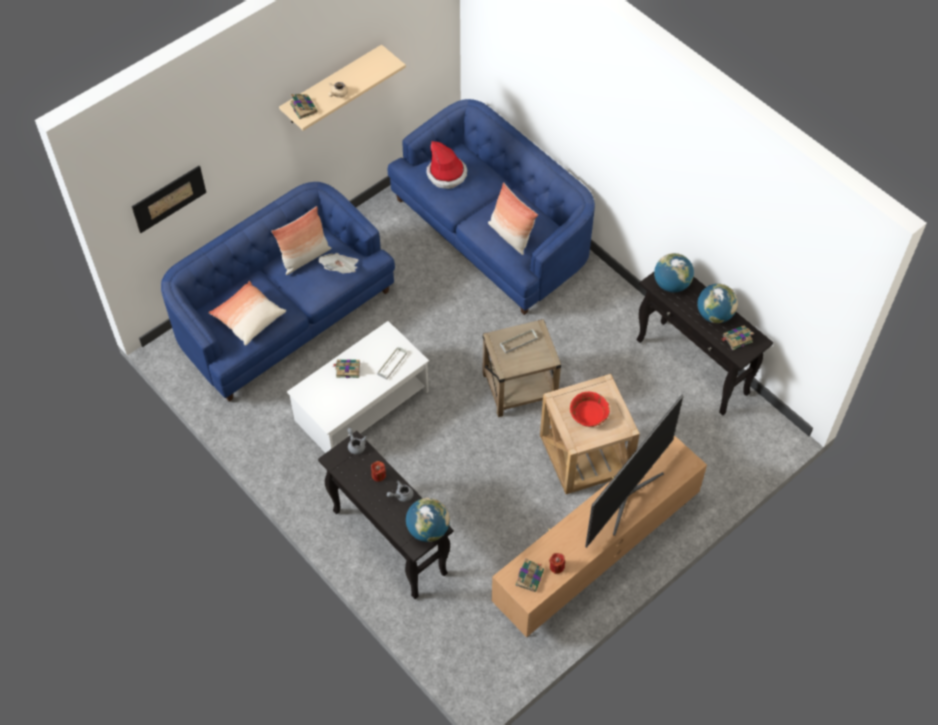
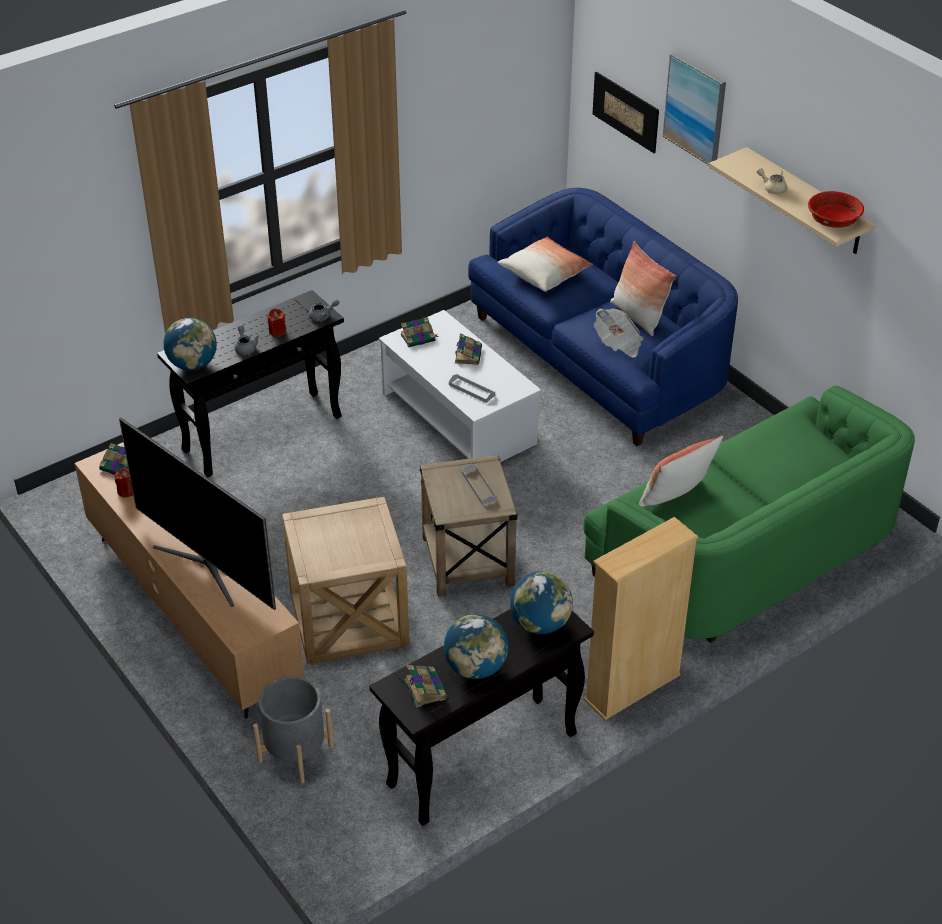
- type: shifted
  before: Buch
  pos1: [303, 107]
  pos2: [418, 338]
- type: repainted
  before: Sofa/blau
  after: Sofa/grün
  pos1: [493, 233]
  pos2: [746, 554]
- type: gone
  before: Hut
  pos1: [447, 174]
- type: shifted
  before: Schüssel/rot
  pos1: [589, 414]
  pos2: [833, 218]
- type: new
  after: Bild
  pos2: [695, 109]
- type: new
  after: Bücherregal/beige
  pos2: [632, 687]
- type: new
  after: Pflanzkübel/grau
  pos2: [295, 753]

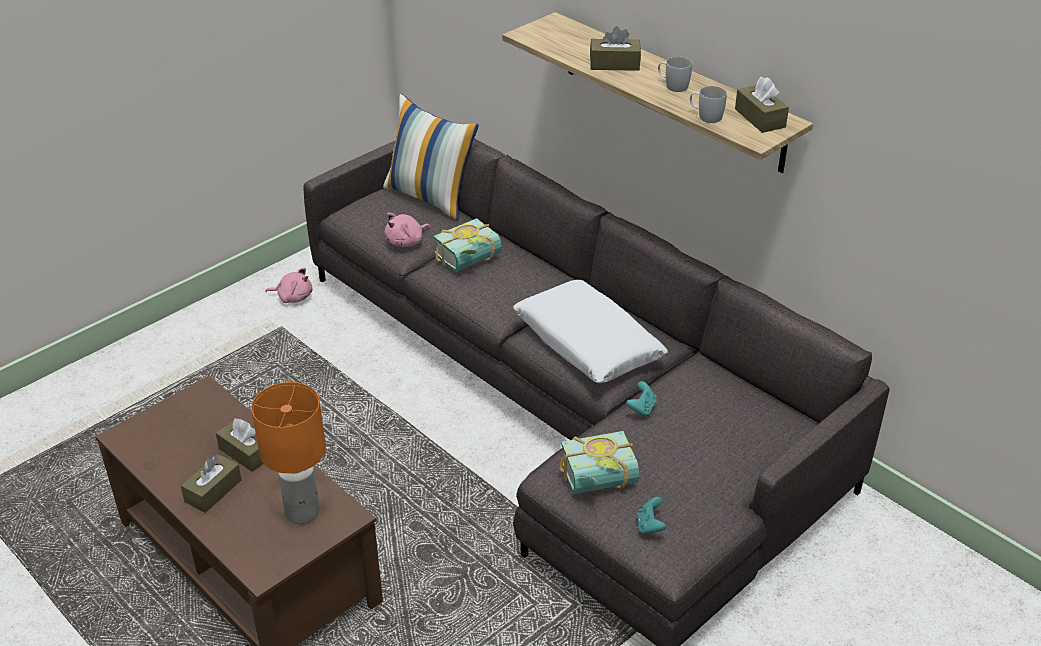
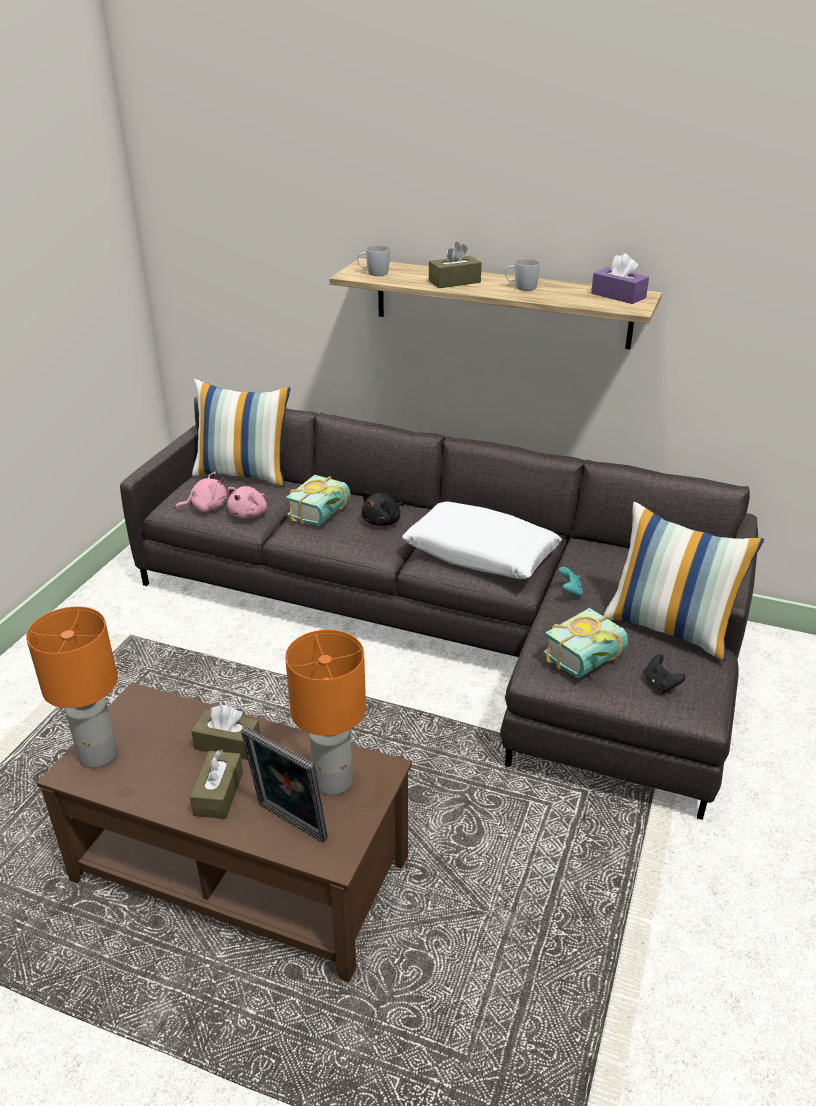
- type: repainted
  before: Taschentuchbox/braun
  after: Taschentuchbox/lila
  pos1: [760, 118]
  pos2: [618, 295]
- type: shifted
  before: Henkelbecher/weiß
  pos1: [705, 116]
  pos2: [373, 273]
- type: shifted
  before: Plüschtier/rosa
  pos1: [293, 297]
  pos2: [207, 507]
- type: repainted
  before: Gamepad/türkis
  after: Gamepad/schwarz
  pos1: [650, 526]
  pos2: [660, 684]
- type: new
  after: Plüschtier/schwarz
  pos2: [383, 521]
- type: new
  after: Kissen
  pos2: [669, 628]
- type: new
  after: Tischlampe/orange
  pos2: [99, 755]
- type: new
  after: Bilderrahmen
  pos2: [289, 824]

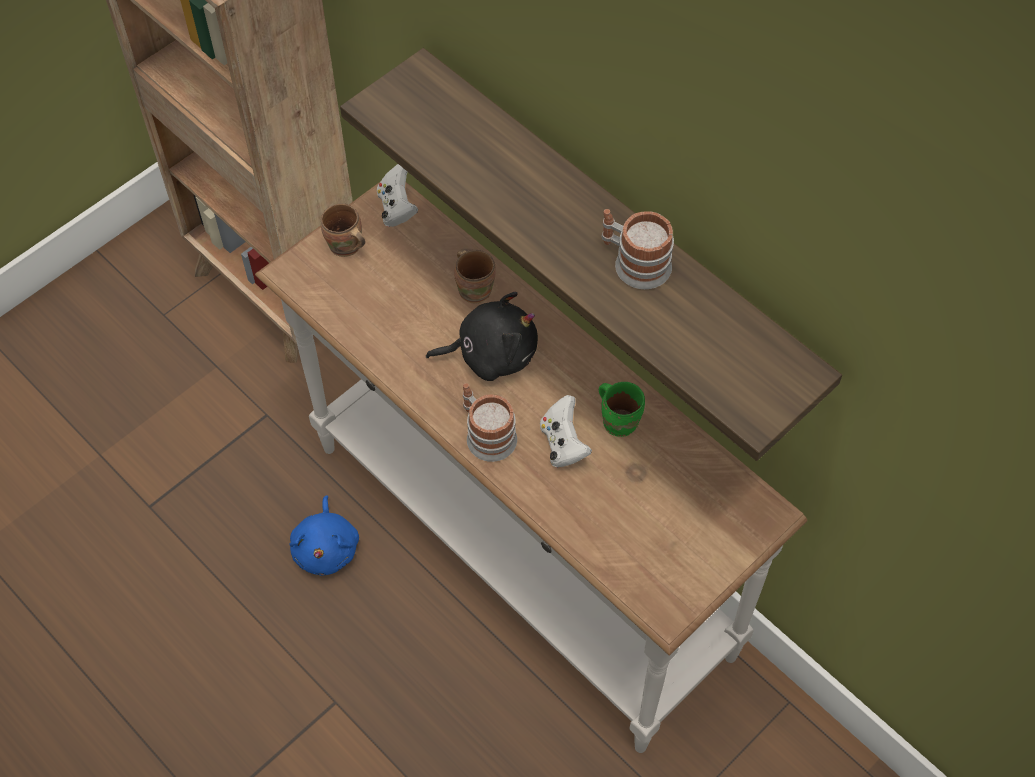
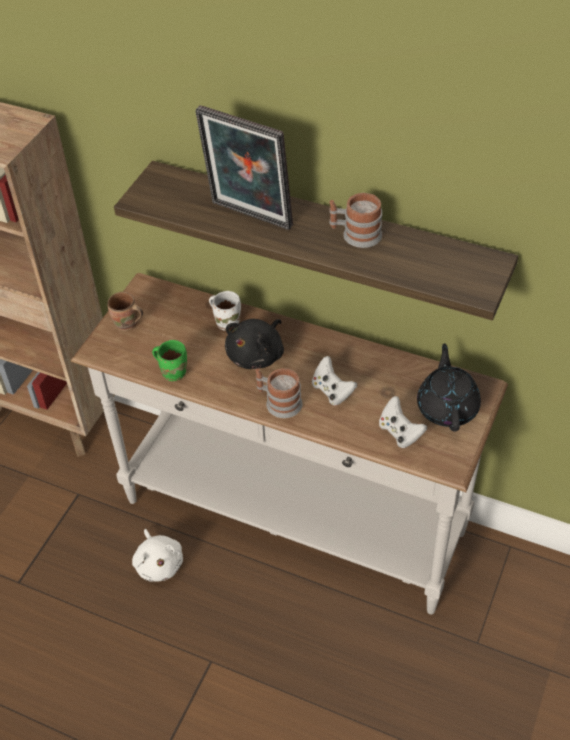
- type: shifted
  before: Gamepad/weiß
  pos1: [397, 208]
  pos2: [400, 432]
- type: repainted
  before: Henkelbecher/braun
  after: Henkelbecher/weiß
  pos1: [475, 289]
  pos2: [227, 321]
- type: rotated
  before: Plüschtier/schwarz
  pos1: [491, 353]
  pos2: [257, 355]
  turn: 150
- type: shifted
  before: Henkelbecher/grün
  pos1: [620, 420]
  pos2: [173, 371]
- type: repainted
  before: Plüschtier/blau
  after: Plüschtier/weiß
  pos1: [326, 548]
  pos2: [159, 563]
- type: new
  after: Bilderrahmen
  pos2: [249, 217]
- type: new
  after: Teekanne/schwarz
  pos2: [447, 407]

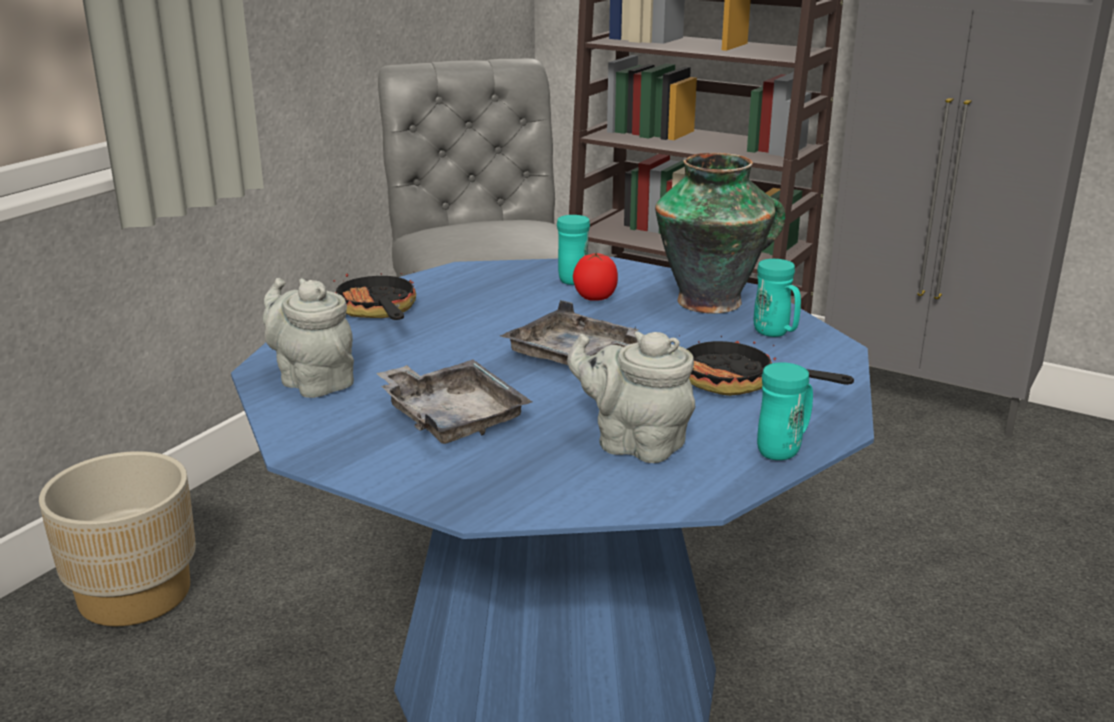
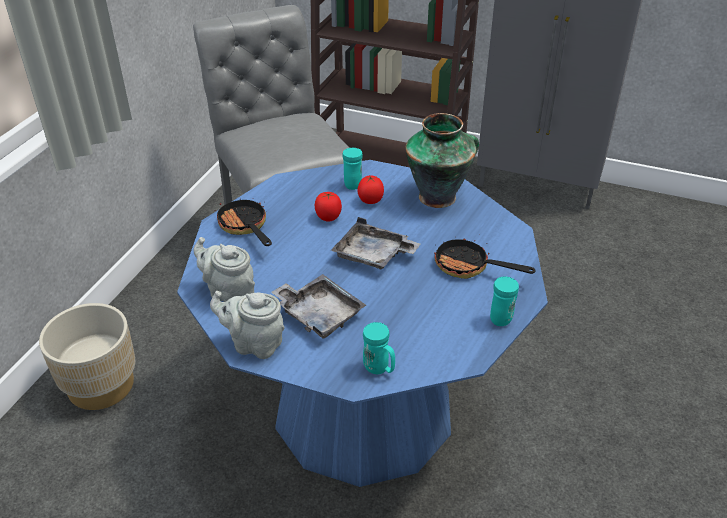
- type: shifted
  before: Henkelbecher/türkis
  pos1: [775, 334]
  pos2: [379, 369]
- type: shifted
  before: Teekanne/grau
  pos1: [634, 444]
  pos2: [254, 344]
- type: new
  after: Tomate
  pos2: [328, 217]

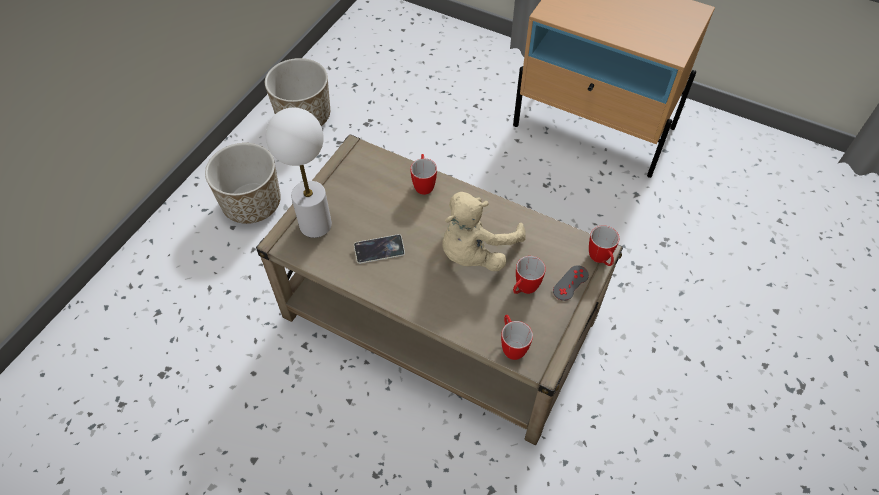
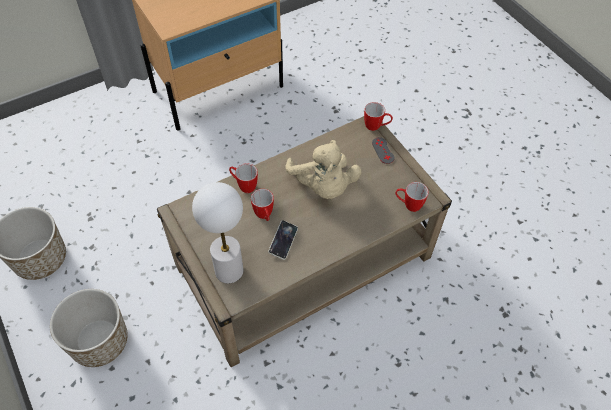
- type: shifted
  before: Henkelbecher
  pos1: [523, 289]
  pos2: [264, 216]

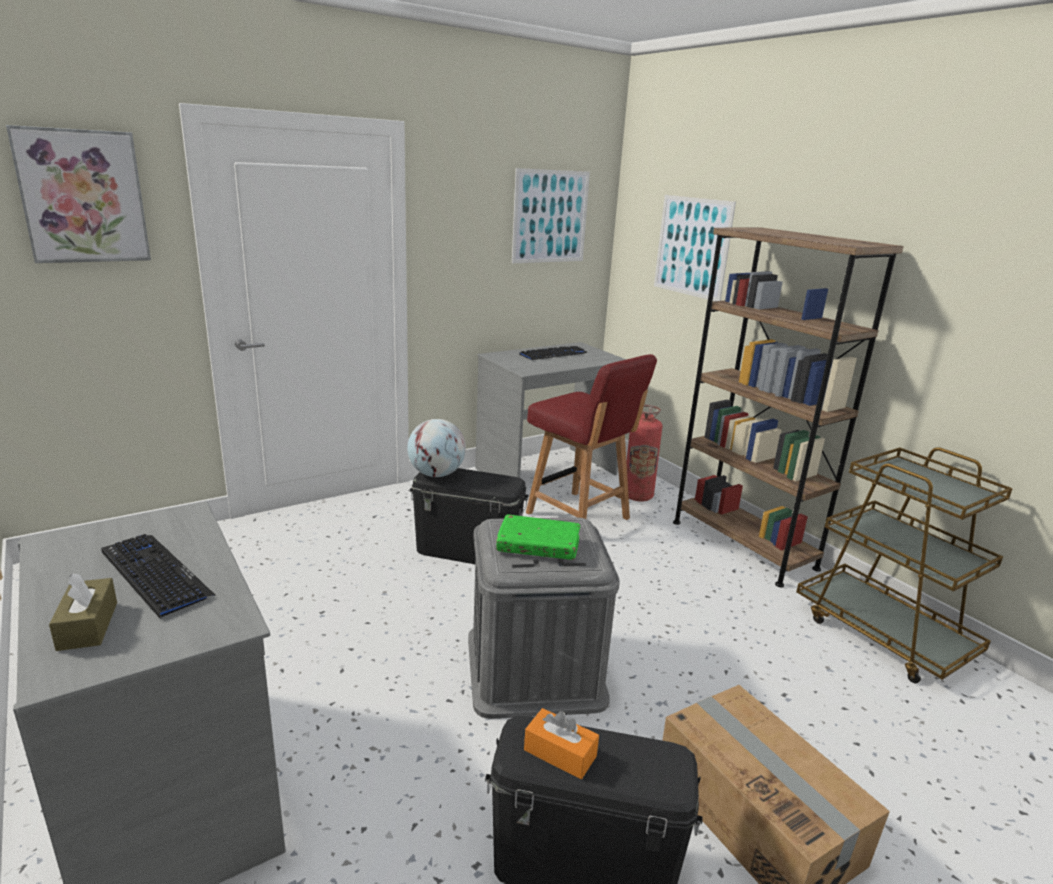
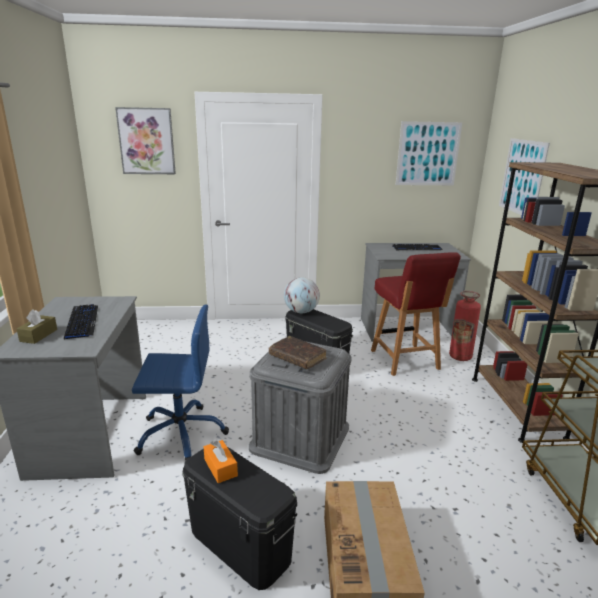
- type: repainted
  before: Buch/grün
  after: Buch/braun
  pos1: [538, 546]
  pos2: [297, 358]
- type: new
  after: Bürostuhl/blau
  pos2: [181, 434]

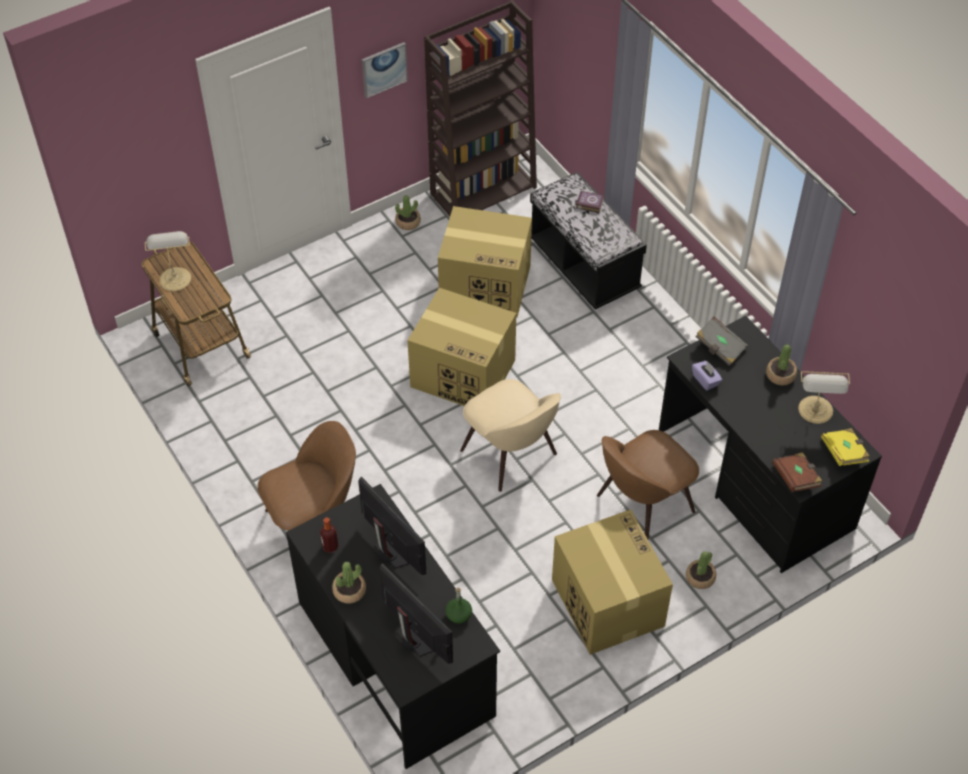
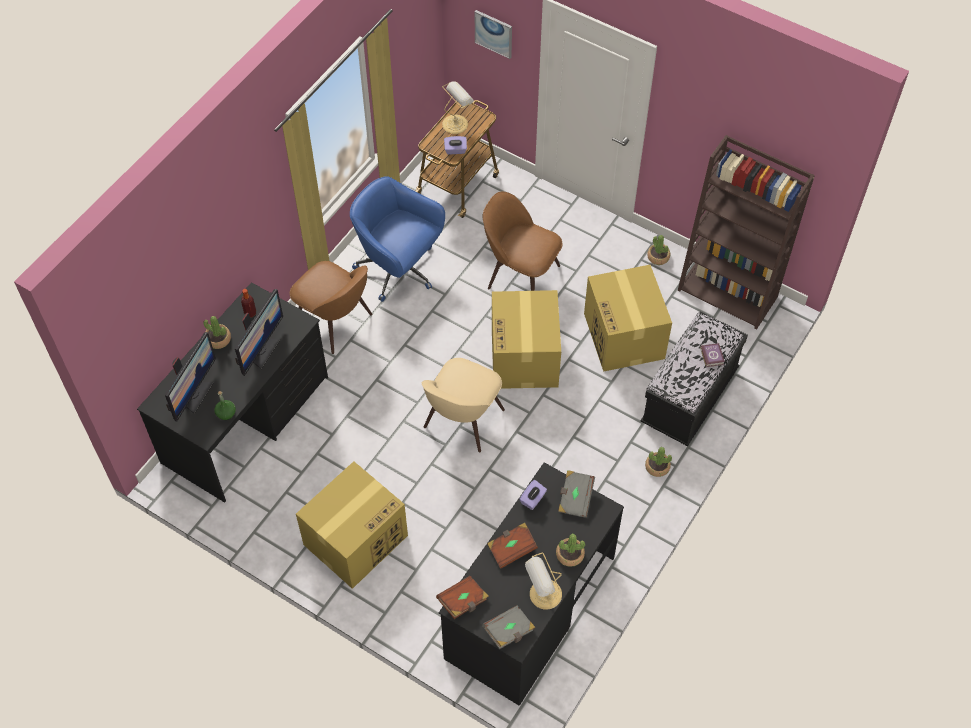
- type: shifted
  before: Bild
  pos1: [384, 69]
  pos2: [493, 33]
- type: repainted
  before: Buch/gelb
  after: Buch/grau
  pos1: [844, 453]
  pos2: [509, 631]
- type: shifted
  before: Stuhl/braun
  pos1: [642, 505]
  pos2: [520, 275]
- type: shifted
  before: Topfpflanze
  pos1: [700, 577]
  pos2: [657, 467]
- type: new
  after: Taschentuchbox/lila
  pos2: [455, 150]
- type: new
  after: Bürostuhl/blau
  pos2: [398, 270]
- type: new
  after: Buch/braun
  pos2: [512, 549]

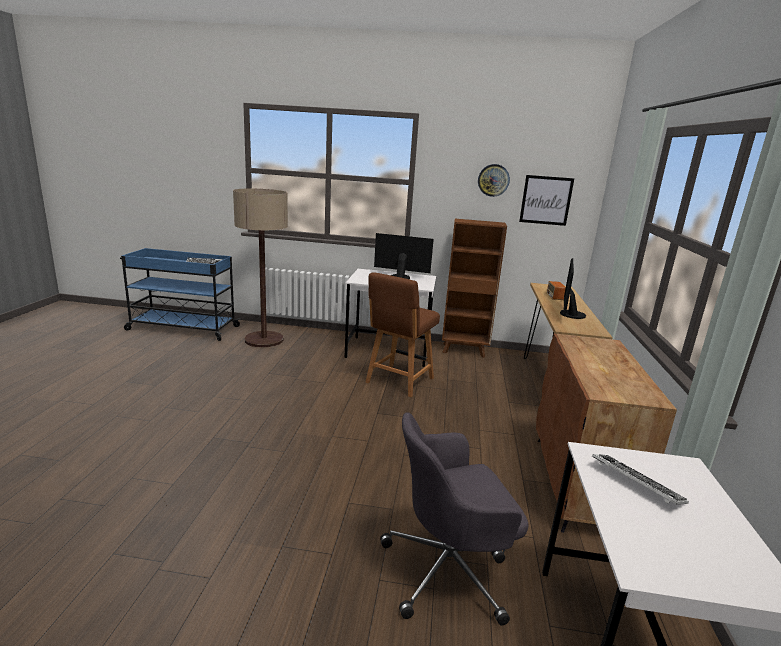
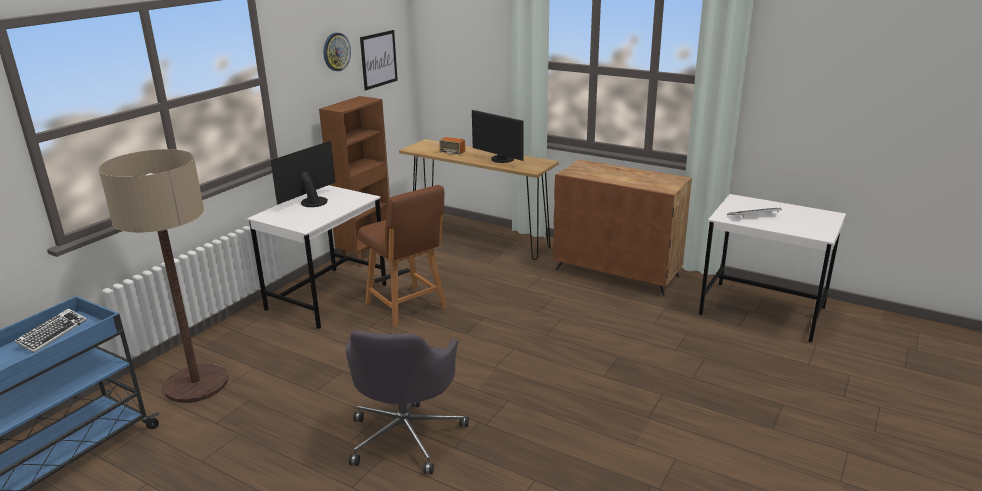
- type: shifted
  before: Bürostuhl/grau
  pos1: [449, 570]
  pos2: [406, 435]

